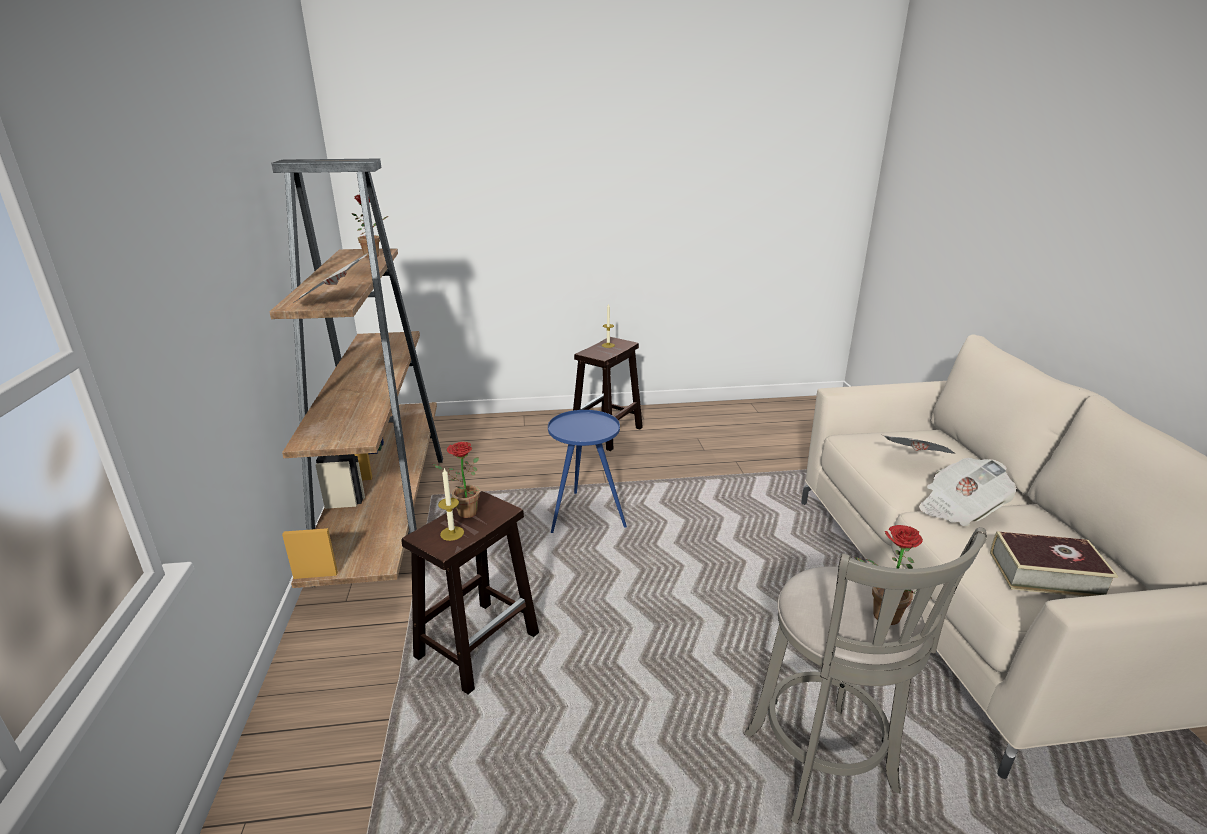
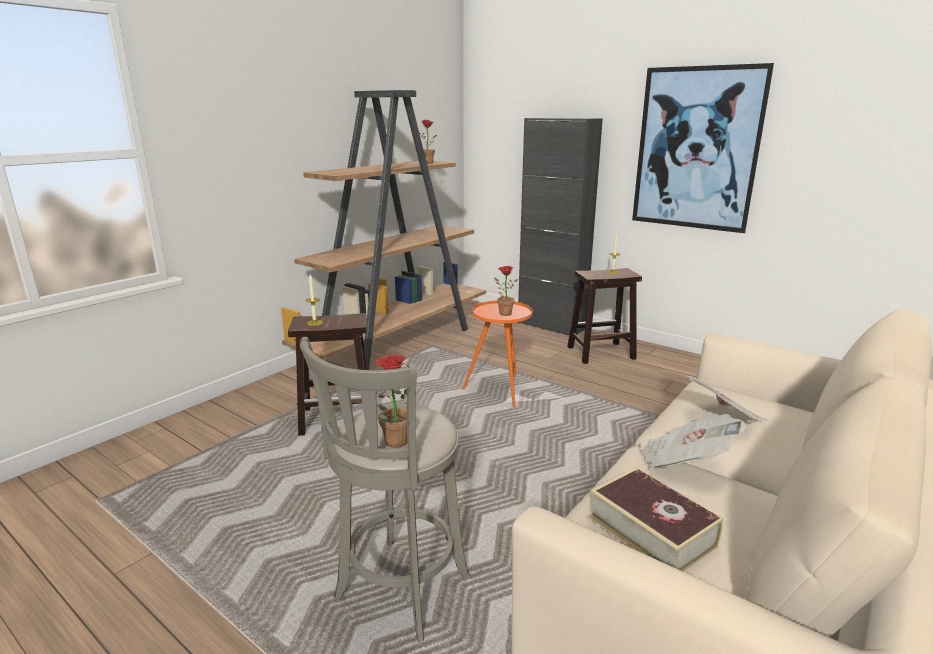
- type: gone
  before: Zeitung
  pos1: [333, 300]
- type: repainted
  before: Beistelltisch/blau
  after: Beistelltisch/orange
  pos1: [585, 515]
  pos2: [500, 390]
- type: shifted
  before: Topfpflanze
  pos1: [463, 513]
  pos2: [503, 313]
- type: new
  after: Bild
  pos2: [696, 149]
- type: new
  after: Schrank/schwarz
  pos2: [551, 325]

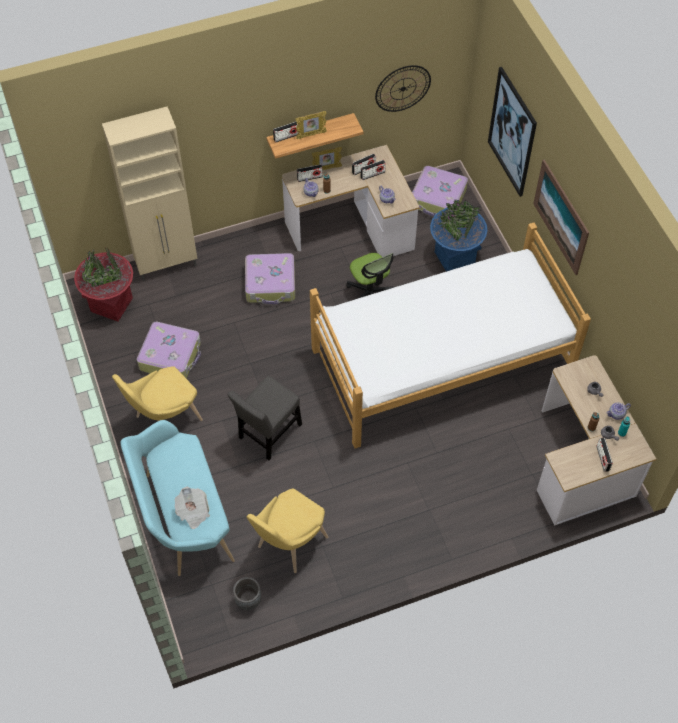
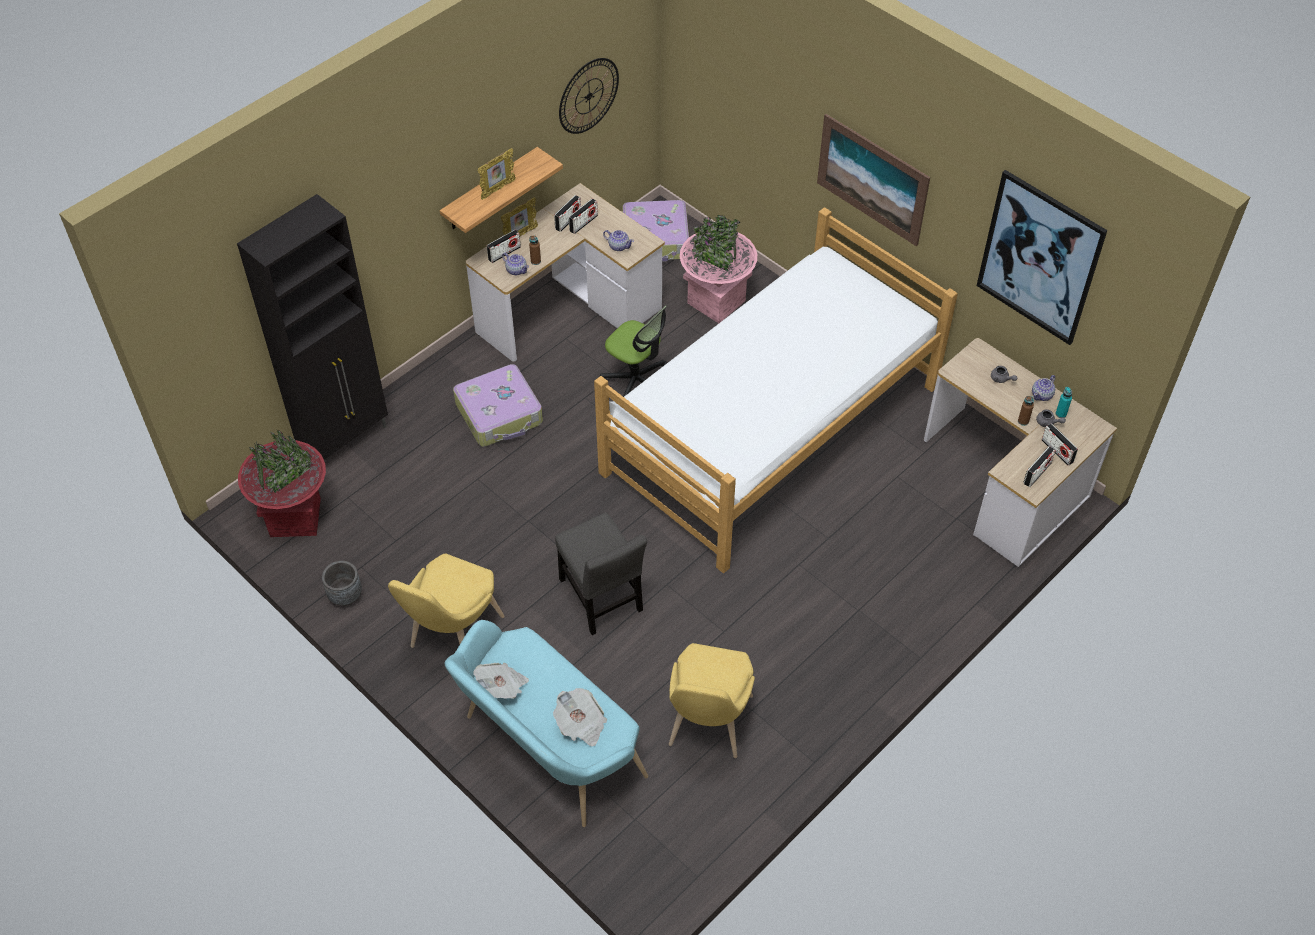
- type: shifted
  before: Bild
  pos1: [512, 132]
  pos2: [1039, 258]
- type: repainted
  before: Schrank/beige
  after: Schrank/schwarz
  pos1: [167, 264]
  pos2: [346, 439]
- type: shifted
  before: Radio
  pos1: [286, 137]
  pos2: [1037, 473]
- type: repainted
  before: Pflanzkübel/blau
  after: Pflanzkübel/rosa
  pos1: [454, 258]
  pos2: [716, 302]
- type: gone
  before: Koffer
  pos1: [171, 356]
- type: rotated
  before: Stuhl/grau
  pos1: [268, 434]
  pos2: [602, 599]
  turn: -45
- type: shifted
  before: Pflanzkübel/grau
  pos1: [248, 600]
  pos2: [345, 595]
- type: new
  after: Zeitung
  pos2: [502, 687]

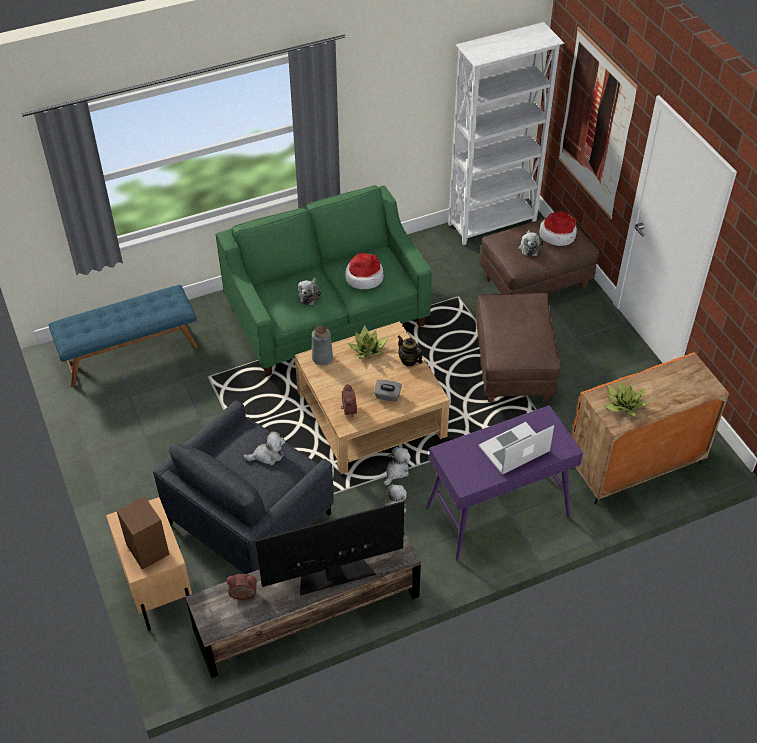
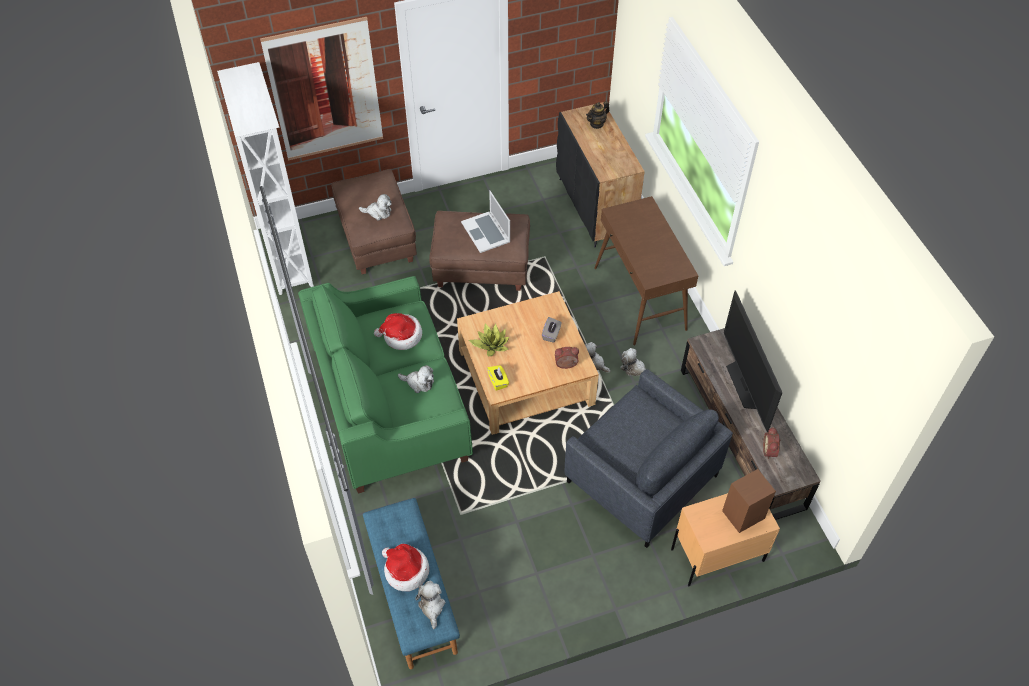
- type: shifted
  before: Hut
  pos1: [558, 234]
  pos2: [405, 570]
- type: swapped
  before: Vase/grau
  after: Taschentuchbox/gelb
  pos1: [322, 358]
  pos2: [498, 381]
- type: shifted
  before: Teekanne
  pos1: [409, 360]
  pos2: [597, 124]
- type: repainted
  before: Schrank/orange
  after: Schrank/schwarz
  pos1: [635, 465]
  pos2: [595, 208]
- type: gone
  before: Topfpflanze
  pos1: [623, 405]
- type: repainted
  before: Konsolentisch/lila
  after: Konsolentisch/braun
  pos1: [497, 513]
  pos2: [640, 299]
- type: shifted
  before: Laptop
  pos1: [514, 449]
  pos2: [486, 232]
- type: shifted
  before: Plüschtier
  pos1: [267, 455]
  pos2: [431, 606]

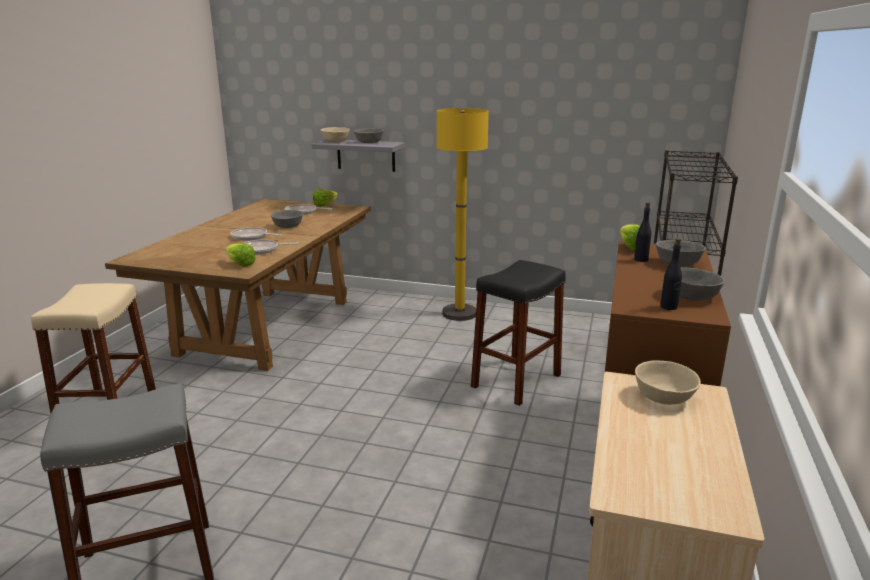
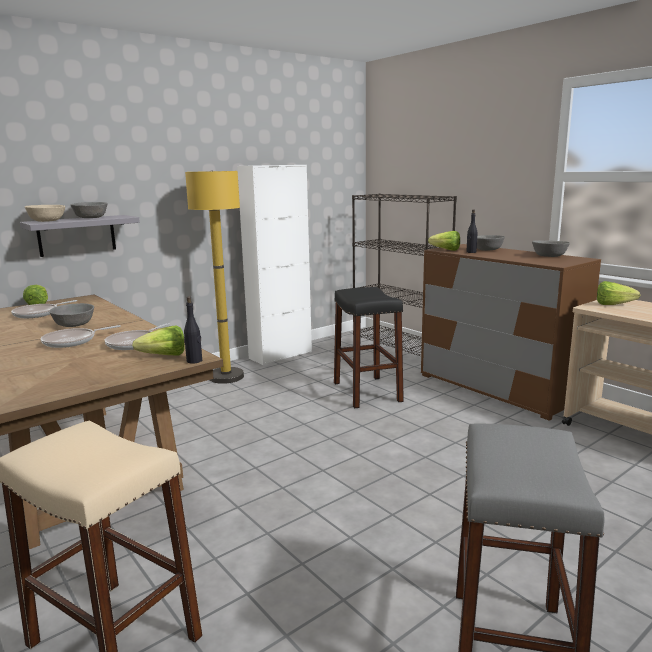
- type: shifted
  before: Flasche/schwarz
  pos1: [669, 307]
  pos2: [194, 361]
- type: swapped
  before: Schüssel/beige
  after: Salatkopf
  pos1: [664, 397]
  pos2: [617, 305]
- type: new
  after: Schrank/weiß
  pos2: [280, 355]

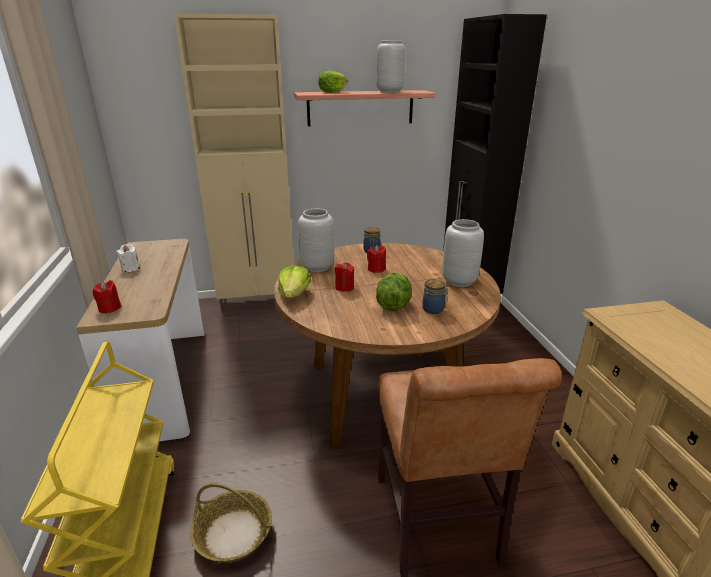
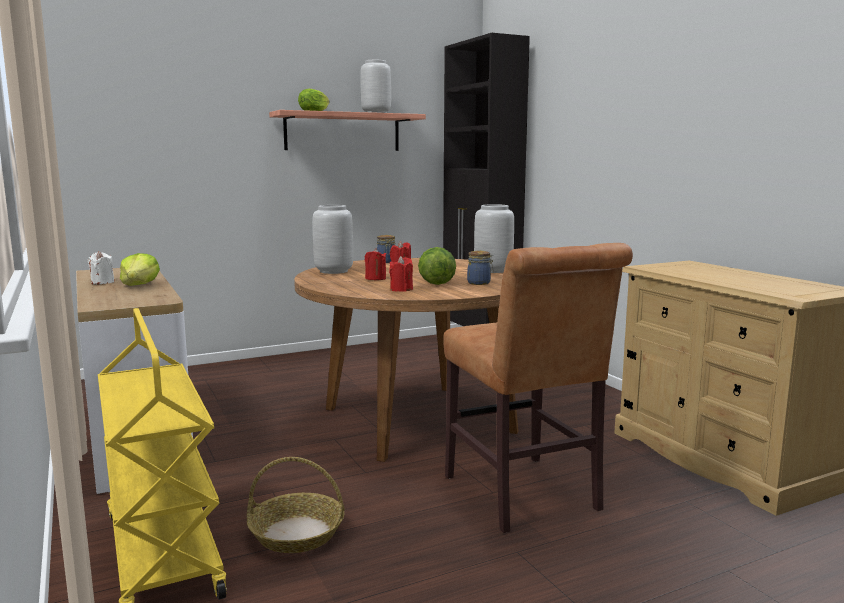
- type: gone
  before: Schrank/beige
  pos1: [258, 303]
- type: shifted
  before: Salatkopf
  pos1: [294, 294]
  pos2: [140, 285]
- type: shifted
  before: Kerze/rot
  pos1: [109, 308]
  pos2: [401, 289]

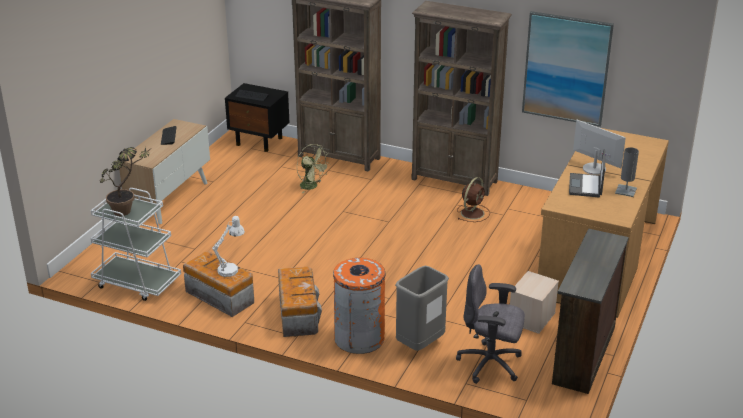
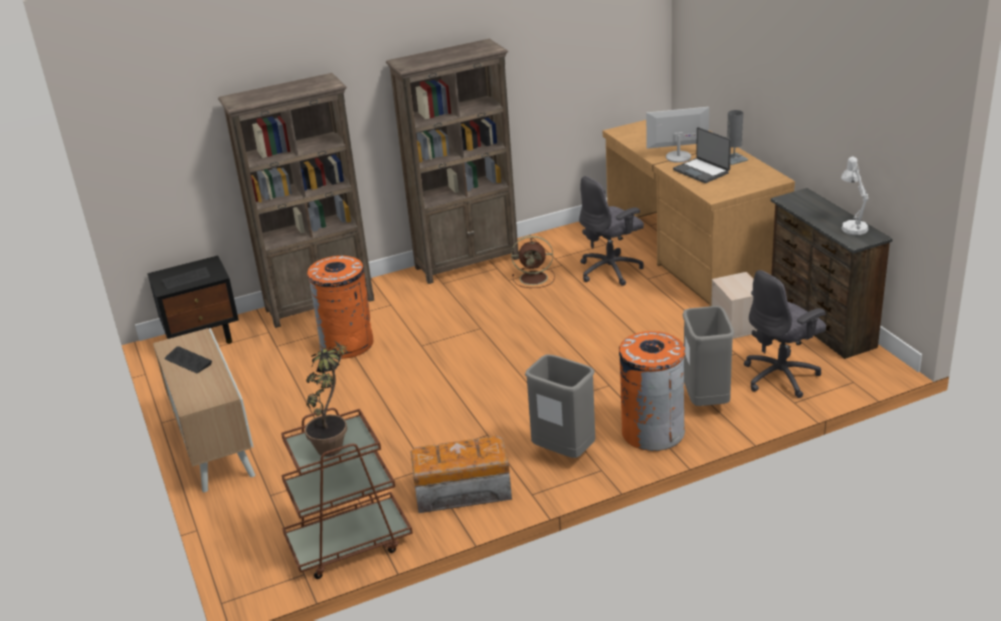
- type: gone
  before: Bild
  pos1: [566, 68]
- type: swapped
  before: Ventilator/grün
  after: Mülleimer/orange
  pos1: [312, 186]
  pos2: [347, 344]
- type: rotated
  before: Ventilator/braun
  pos1: [473, 213]
  pos2: [535, 278]
  turn: 105
- type: repainted
  before: Rollwagen/weiß
  after: Rollwagen/braun
  pos1: [137, 283]
  pos2: [349, 544]
- type: shifted
  before: Tischlampe/weiß
  pos1: [231, 269]
  pos2: [852, 226]
- type: swapped
  before: Aufbewahrungsbox
  after: Mülleimer/grau
  pos1: [298, 314]
  pos2: [563, 452]
- type: new
  after: Bürostuhl/grau
  pos2: [611, 270]

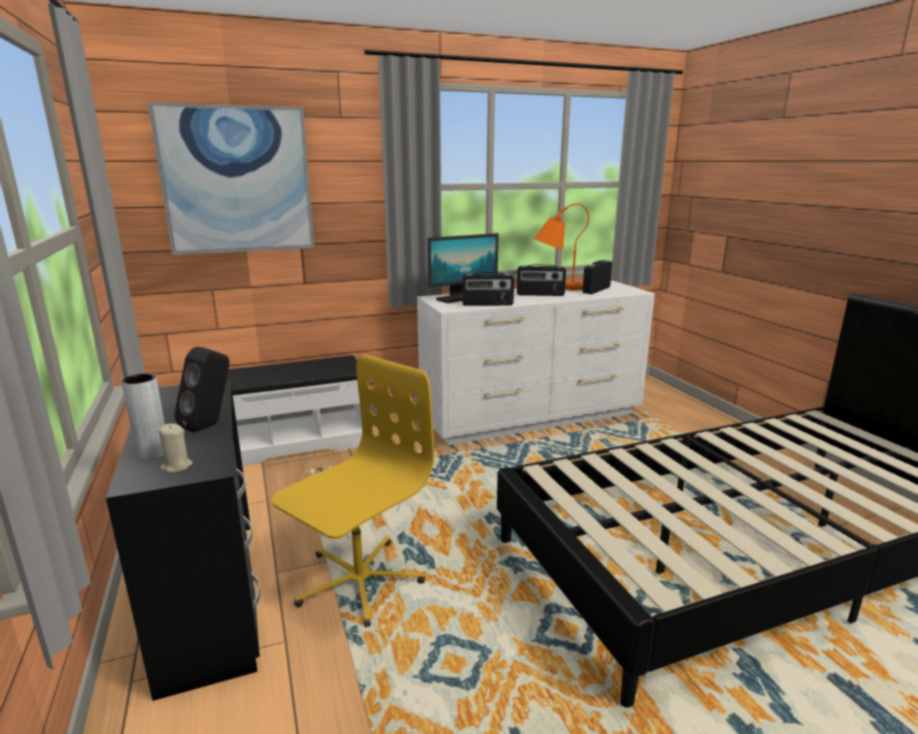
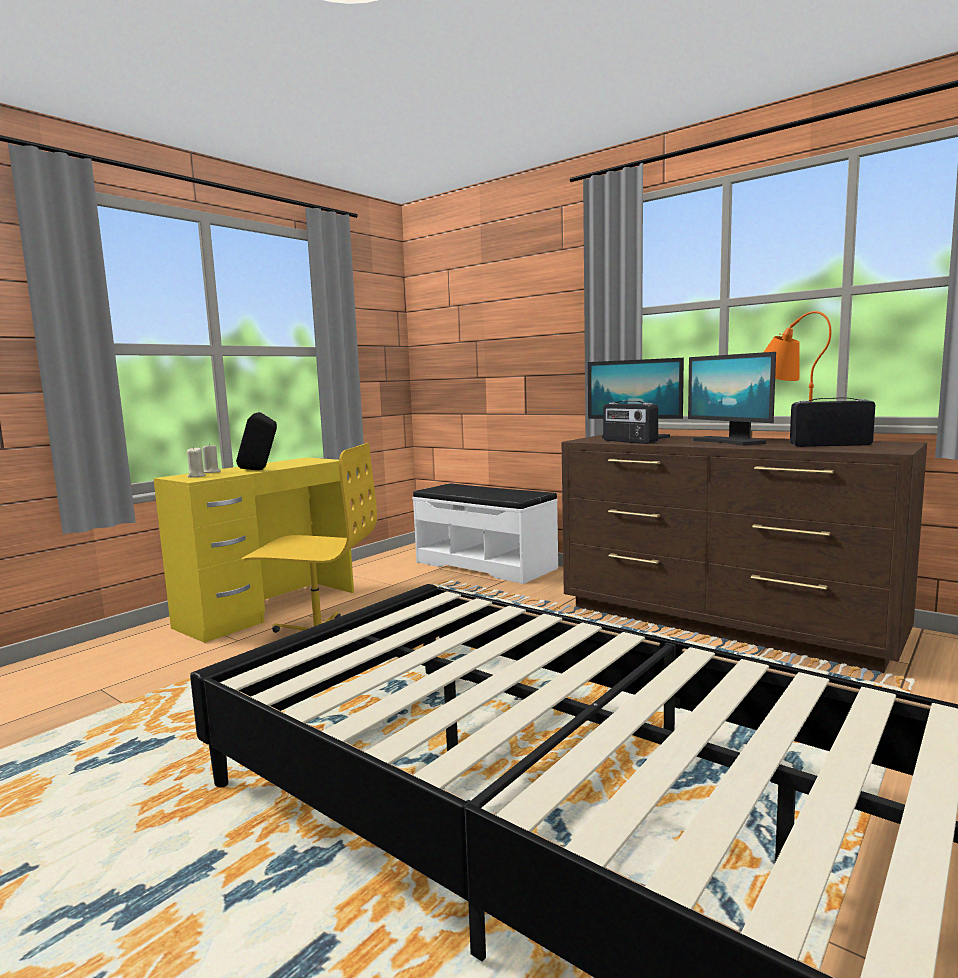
- type: gone
  before: Bild
  pos1: [237, 180]
- type: swapped
  before: Radio
  after: Monitor
  pos1: [540, 294]
  pos2: [729, 442]
- type: repainted
  before: Kommode/weiß
  after: Kommode/braun
  pos1: [533, 417]
  pos2: [723, 623]
- type: swapped
  before: Vase/grau
  after: Kerze/beige
  pos1: [153, 453]
  pos2: [212, 472]
- type: repainted
  before: Schreibtisch/schwarz
  after: Schreibtisch/gelb
  pos1: [210, 597]
  pos2: [268, 609]

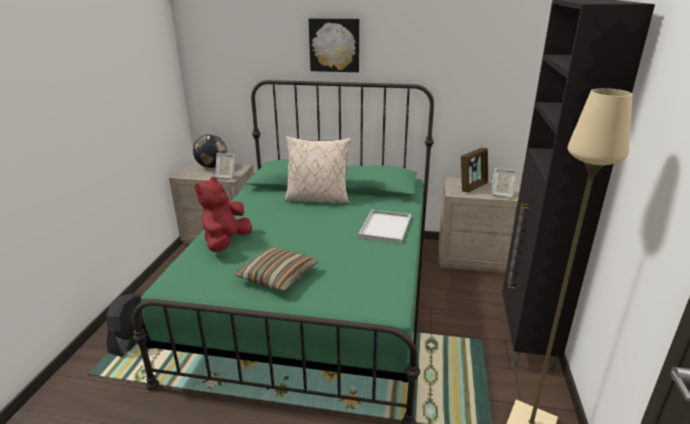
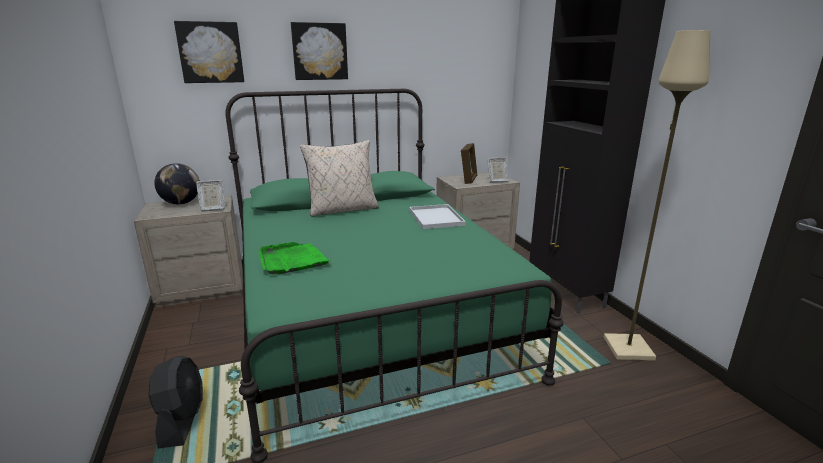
- type: swapped
  before: Plüschtier/rot
  after: Tablett/grün
  pos1: [226, 242]
  pos2: [292, 260]
- type: gone
  before: Kissen
  pos1: [277, 276]
- type: new
  after: Bild
  pos2: [210, 52]

